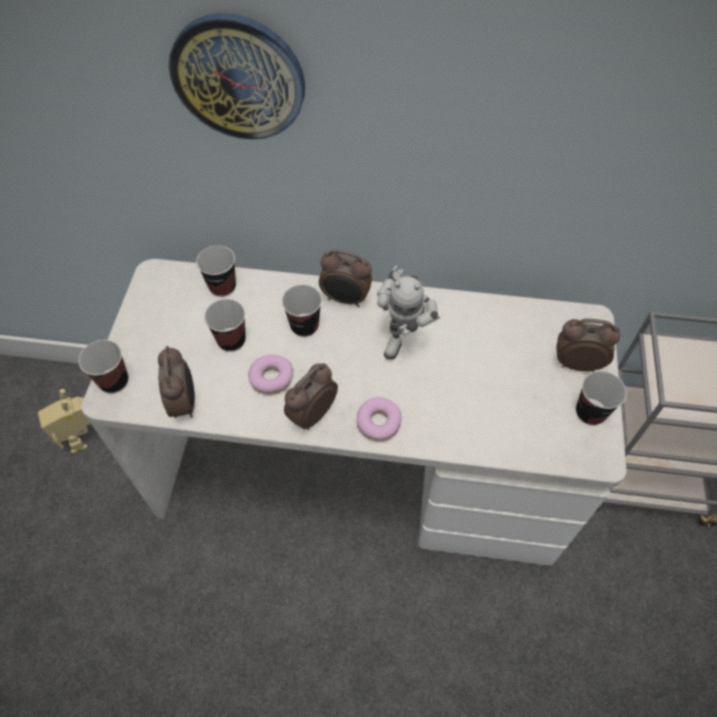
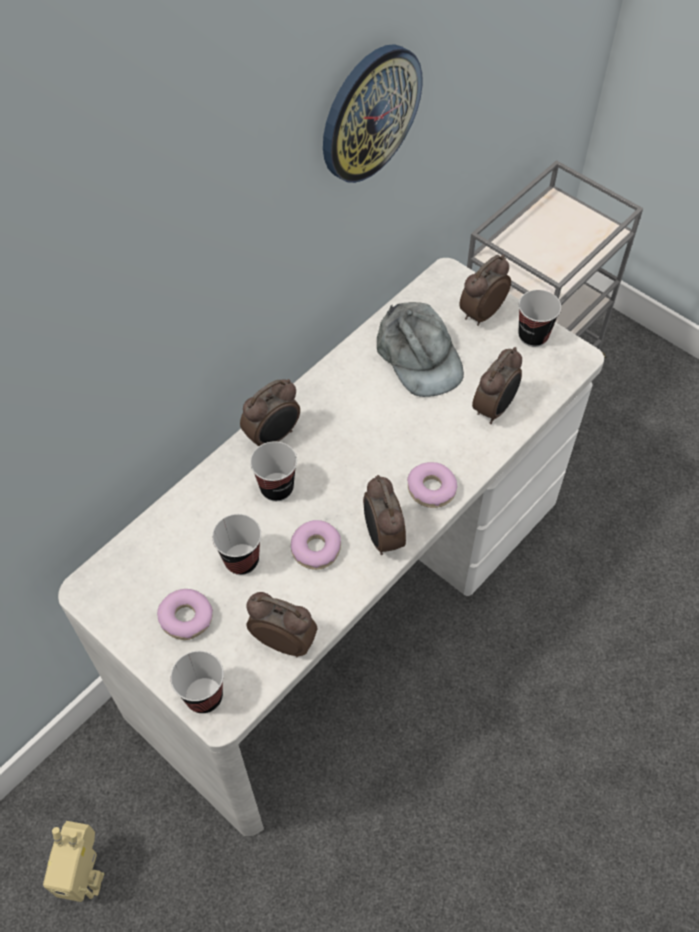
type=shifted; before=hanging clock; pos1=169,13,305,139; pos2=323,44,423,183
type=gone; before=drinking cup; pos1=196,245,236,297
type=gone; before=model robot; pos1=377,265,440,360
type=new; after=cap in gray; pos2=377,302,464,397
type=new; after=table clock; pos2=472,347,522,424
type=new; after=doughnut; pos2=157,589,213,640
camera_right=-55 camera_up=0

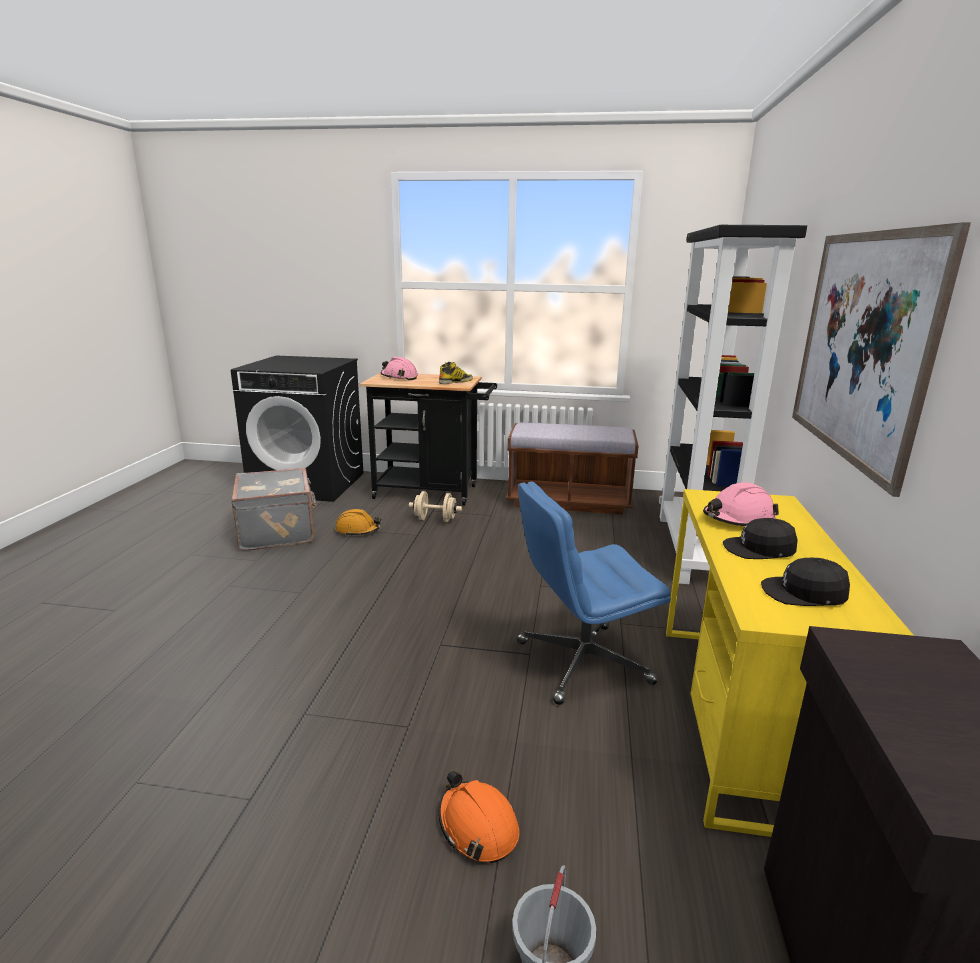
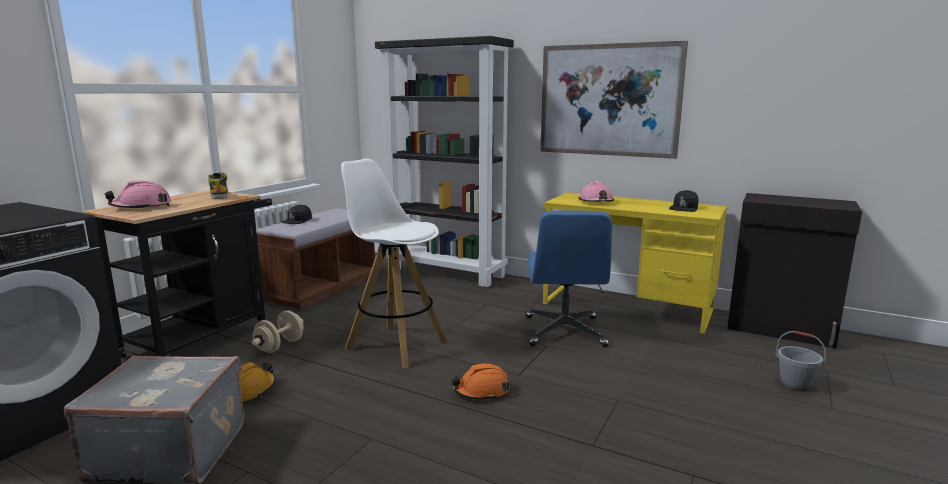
type=shifted; before=cap in black-coloured; pos1=723,518,798,559; pos2=282,205,312,224
type=shifted; before=hard hat in orange-coloured; pos1=438,771,519,863; pos2=451,363,510,401
type=new; after=stool in whitish; pos2=341,159,448,368
camera_right=-70 camera_up=-5

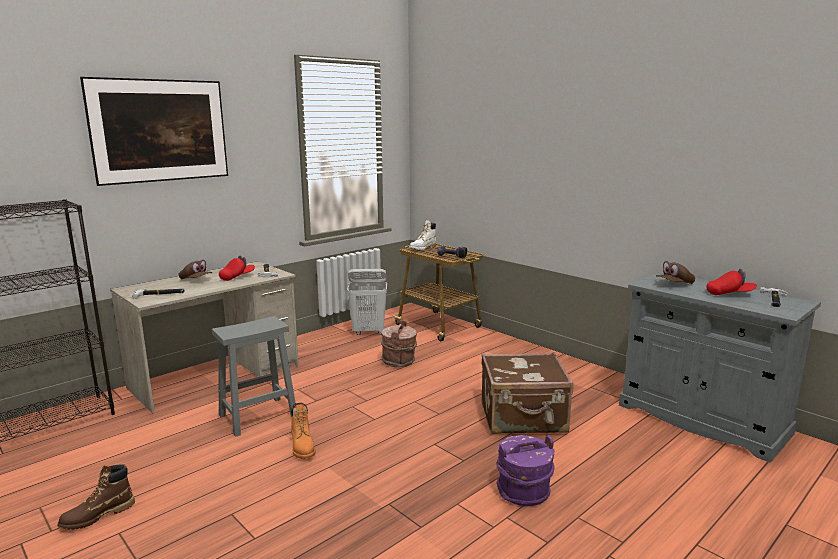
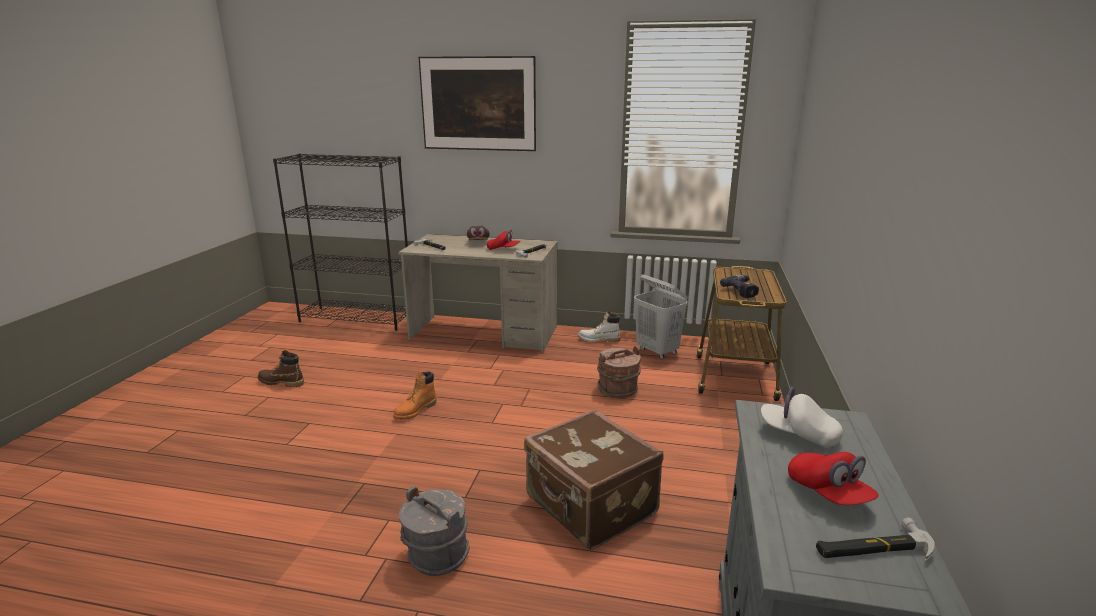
type=shifted; before=boot in whitish; pos1=409,220,436,250; pos2=578,311,620,343
type=repainted; before=cap in brownish; after=cap in whitish; pos1=656,261,695,284; pos2=761,387,843,448
type=gone; before=stool in gray; pos1=212,316,296,437
type=repainted; before=pail in purple; after=pail in gray; pos1=497,435,554,506; pos2=399,486,470,576
camera_right=55 camera_up=5

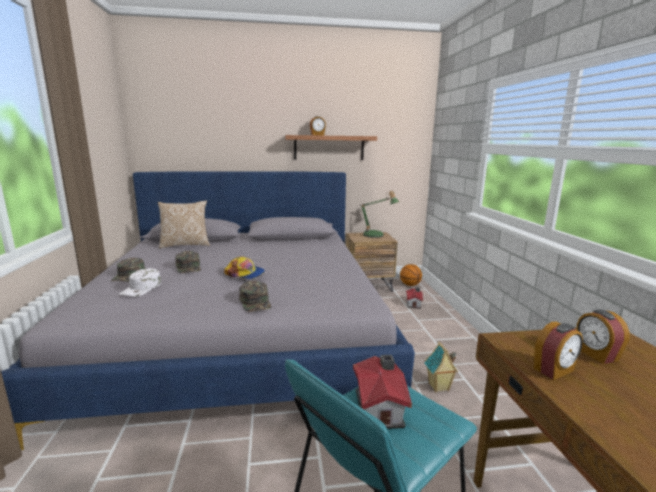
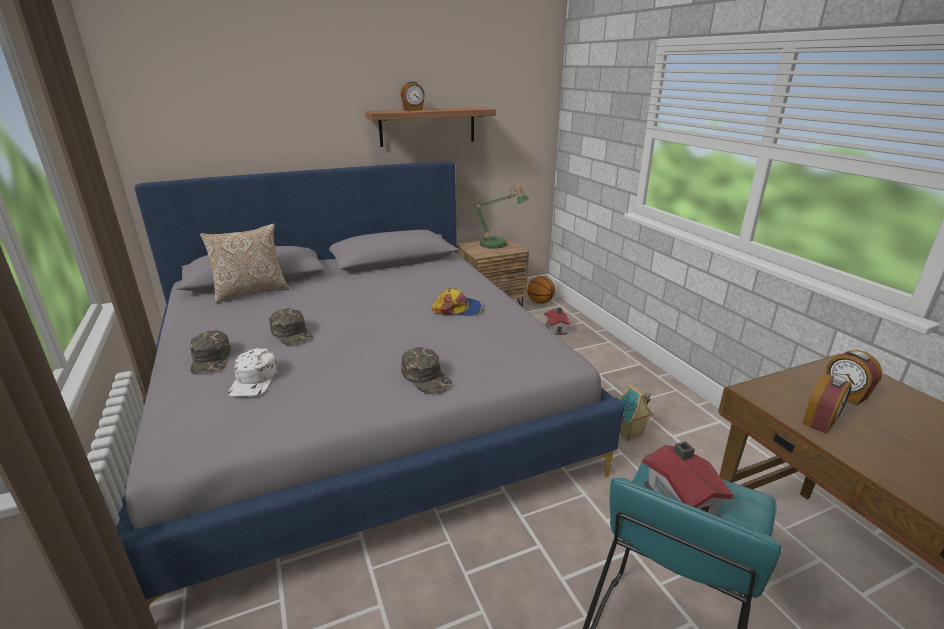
type=shifted; before=cap; pos1=224,256,265,279; pos2=432,288,481,316
camera_right=-15 camera_up=10

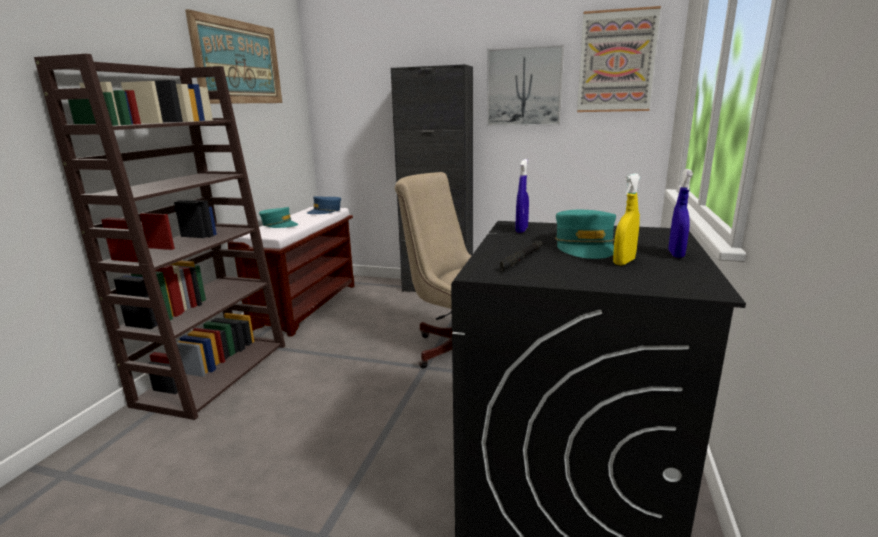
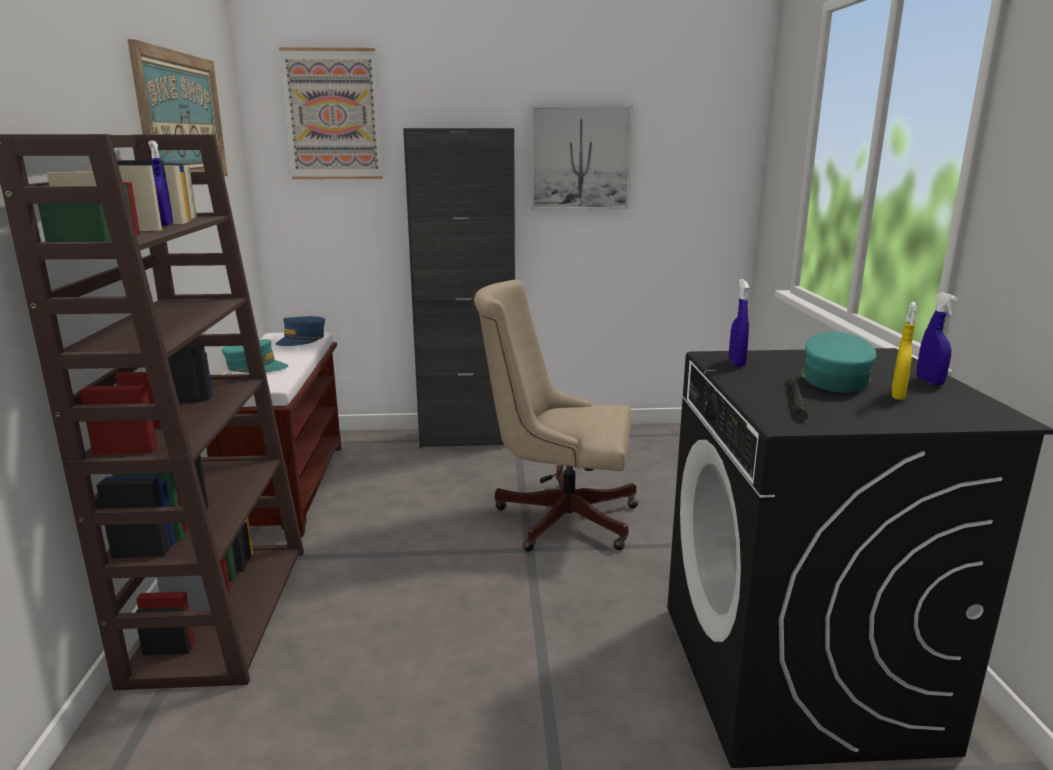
type=shifted; before=wall art; pos1=577,6,661,112; pos2=279,47,383,179
type=rotated; before=cap in turquoise-coloured; pos1=555,210,616,259; pos2=801,331,877,393; turn=-150
type=new; after=sprayer in blue; pos2=148,140,173,226
camera_right=-20 camera_up=0

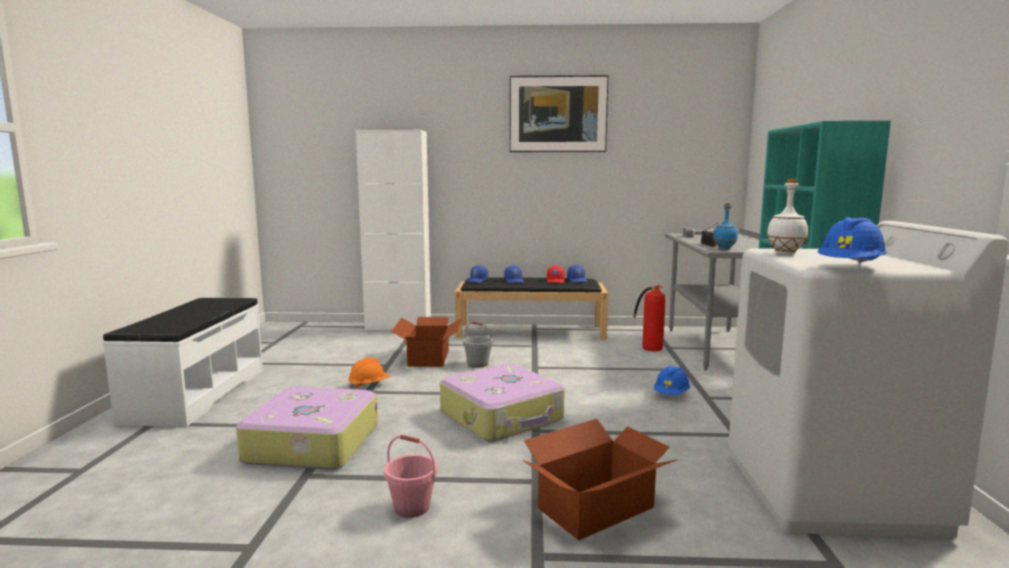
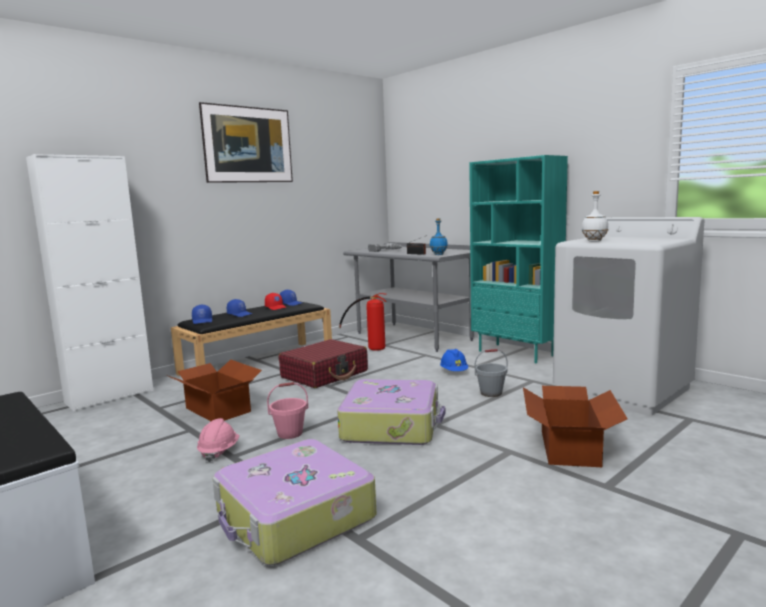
type=gone; before=hard hat in blue; pos1=818,217,887,264
type=shifted; before=pail in gray; pos1=463,322,493,368; pos2=475,349,508,397
type=repainted; before=hard hat in orange-coloured; after=hard hat in pinkish; pos1=348,358,390,389; pos2=197,418,239,462
type=shifted; before=pail in pinkish; pos1=384,435,438,518; pos2=267,382,308,439
type=new; after=suitcase in reddish; pos2=279,339,368,388
camera_right=-45 camera_up=0

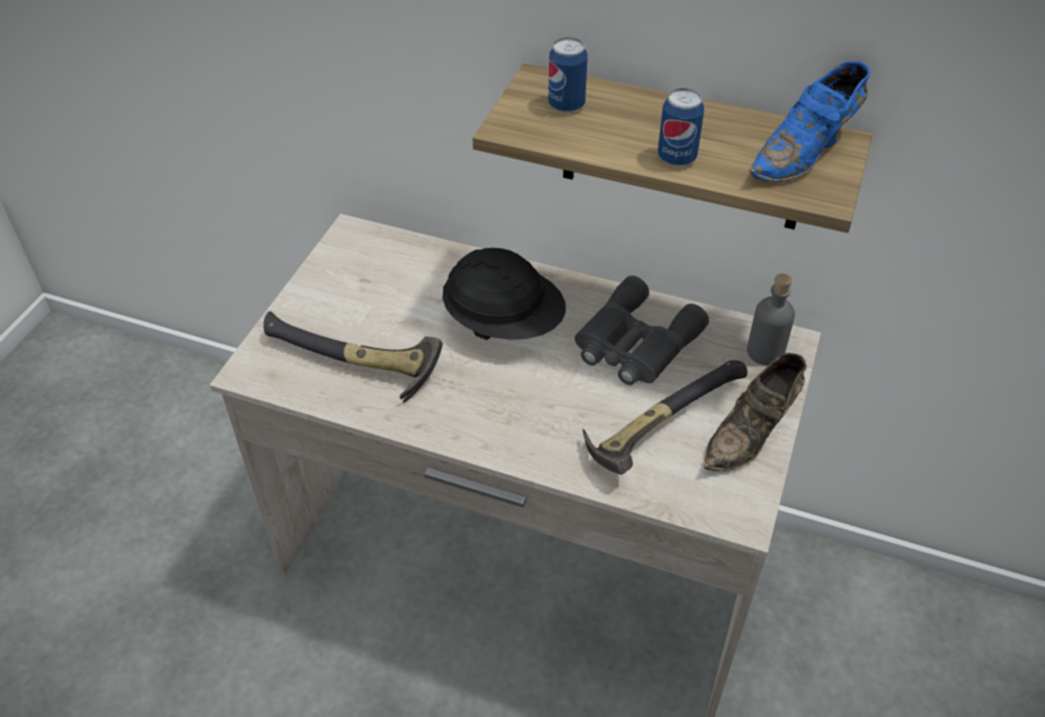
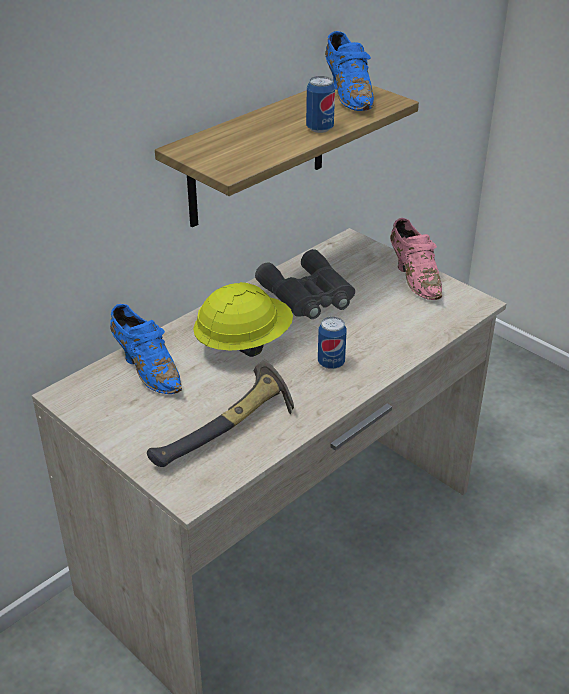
type=shifted; before=metal can; pos1=548,38,588,113; pos2=318,317,347,369
type=repainted; before=hard hat in black-coloured; after=hard hat in yellow-coloured; pos1=442,248,566,340; pos2=193,282,293,357
type=gone; before=beverage bottle in gray; pos1=747,274,795,365
type=repainted; before=item of footwear in brownish; after=item of footwear in pinkish; pos1=704,353,807,471; pos2=390,218,442,300
type=gone; before=hammer; pos1=582,360,748,475
type=new; after=item of footwear in blue; pos2=110,304,182,394
camera_right=-65 camera_up=-10

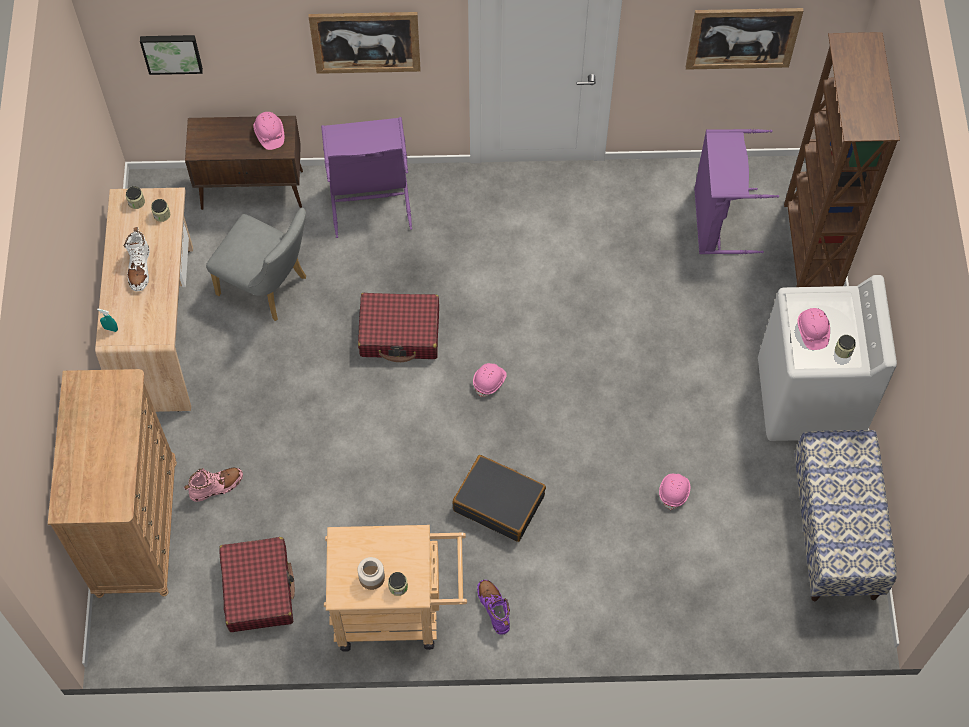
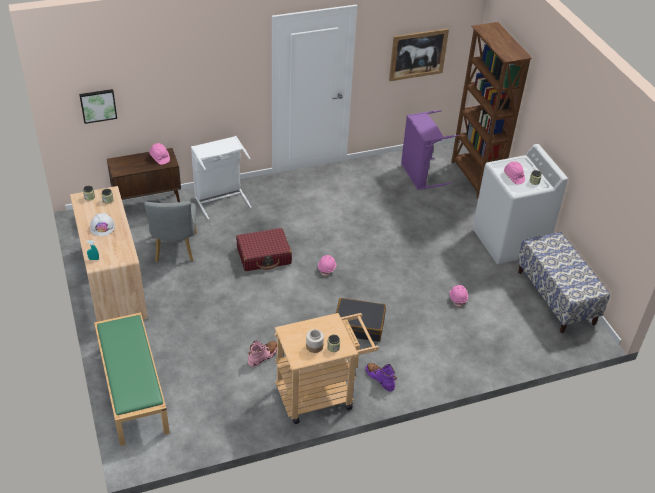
type=gone; before=wall art; pos1=309,12,420,74
type=repainted; before=laundry basket in purple; after=laundry basket in whitish; pos1=321,117,412,238; pos2=191,136,252,219
type=rotated; before=plain chair in gray; pos1=206,208,306,321; pos2=144,201,196,262; turn=75
type=swapped; before=boot in whitish; after=hard hat in whitish; pos1=124,227,150,291; pos2=90,213,115,236
type=swapped; before=dresser in brownish; after=long seat in green-coloured; pos1=48,369,177,598; pos2=94,313,170,446
type=shifted; before=boot in pinkish; pos1=184,467,243,502; pos2=248,340,277,367
type=gone; before=suitcase in reddish; pos1=219,537,295,632
camera_right=-20 camera_up=-20

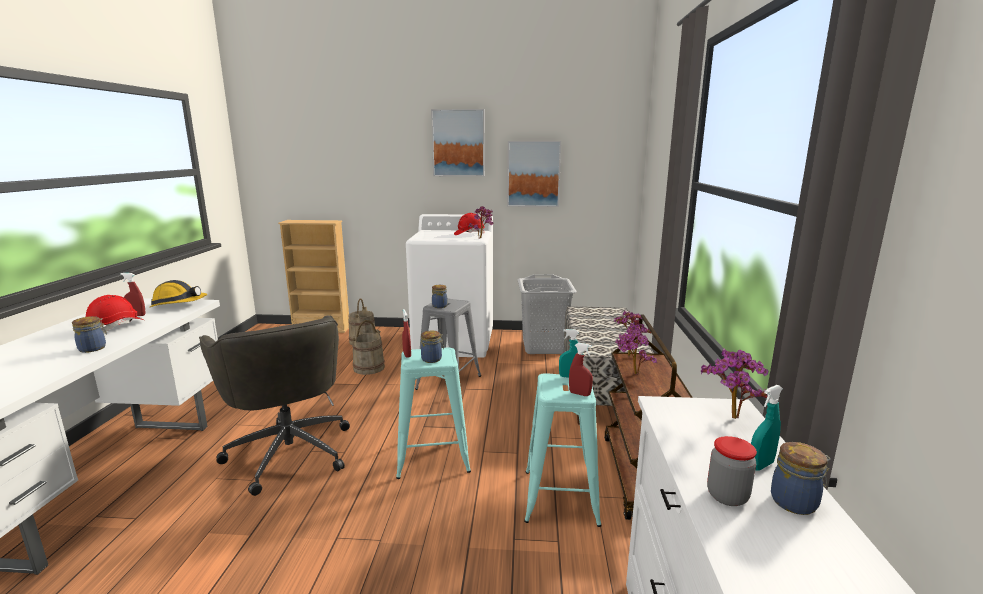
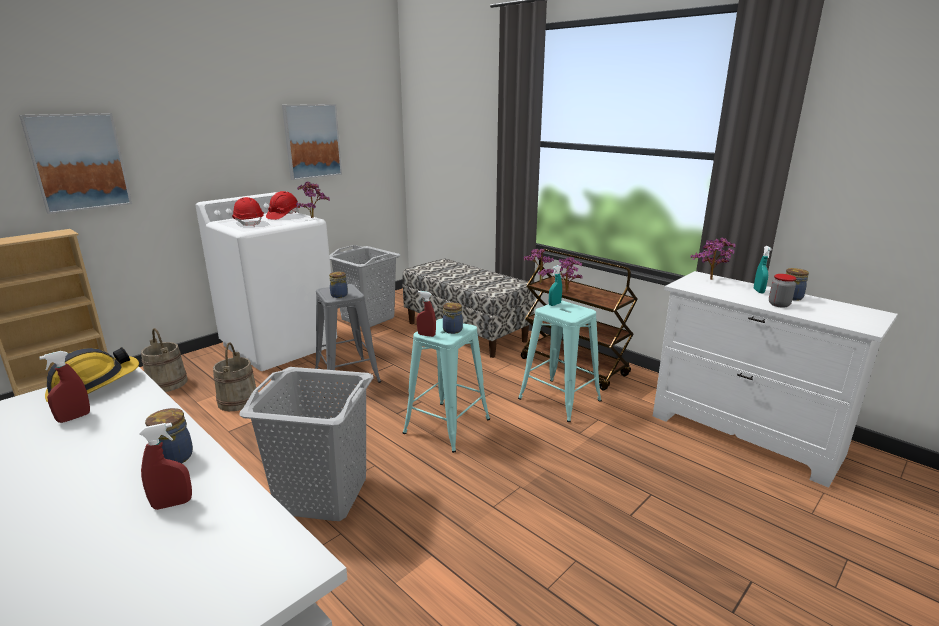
type=shifted; before=wall art; pos1=431,109,485,177; pos2=19,113,132,214
type=shifted; before=hard hat in reddish; pos1=85,295,144,333; pos2=232,197,264,227
type=swapped; before=desk chair in gray; after=laundry basket in gray; pos1=199,315,350,496; pos2=239,367,373,521
type=shifted; before=sprayer in reddish; pos1=569,343,593,396; pos2=139,423,192,510
camera_right=-50 camera_up=5

